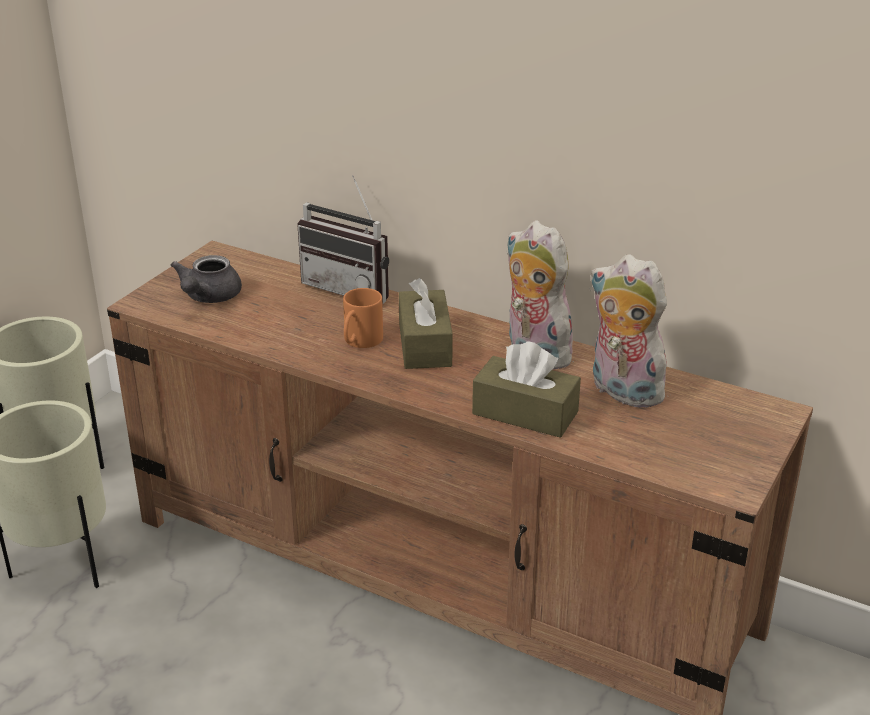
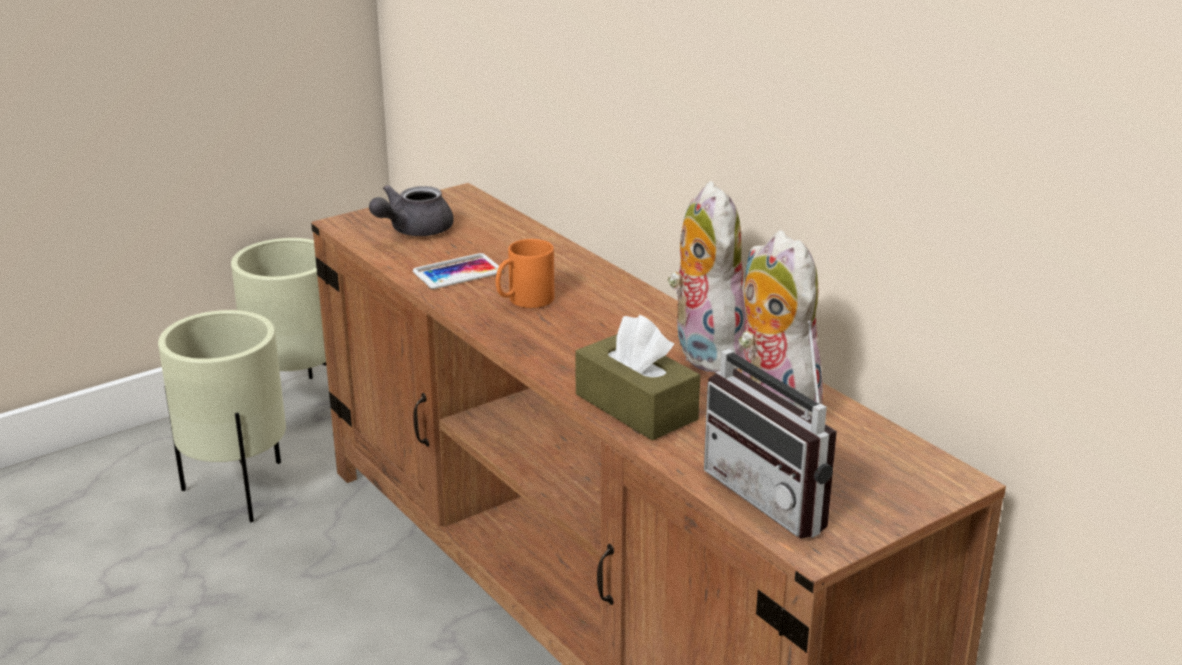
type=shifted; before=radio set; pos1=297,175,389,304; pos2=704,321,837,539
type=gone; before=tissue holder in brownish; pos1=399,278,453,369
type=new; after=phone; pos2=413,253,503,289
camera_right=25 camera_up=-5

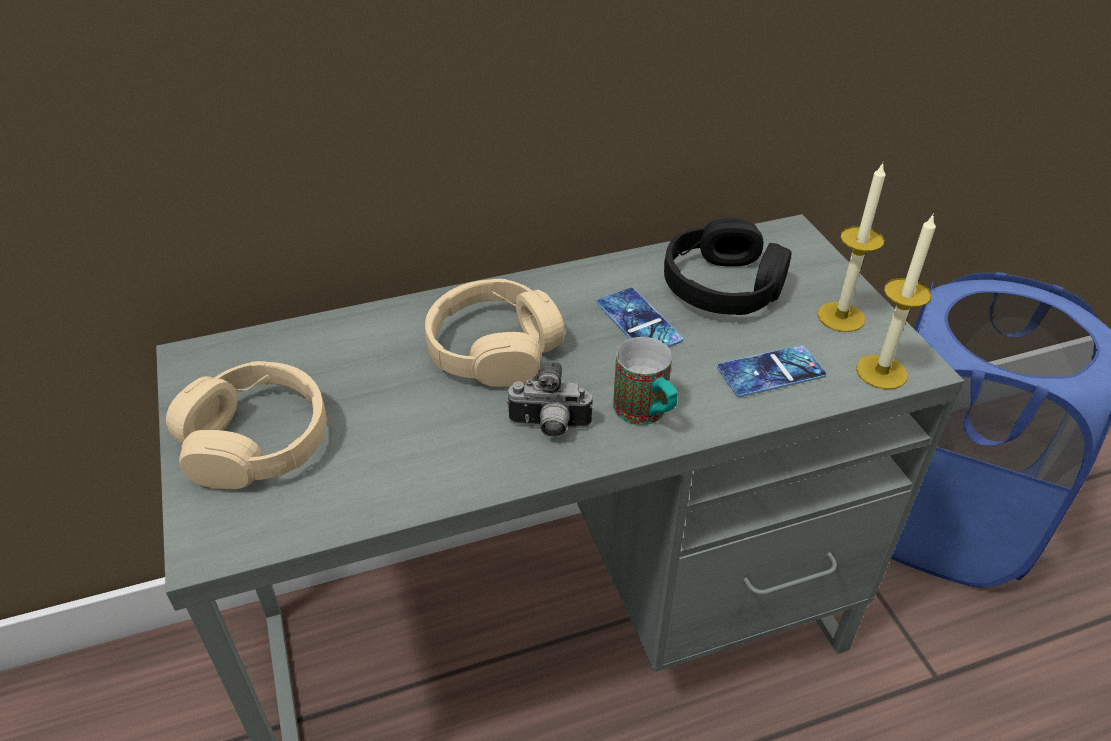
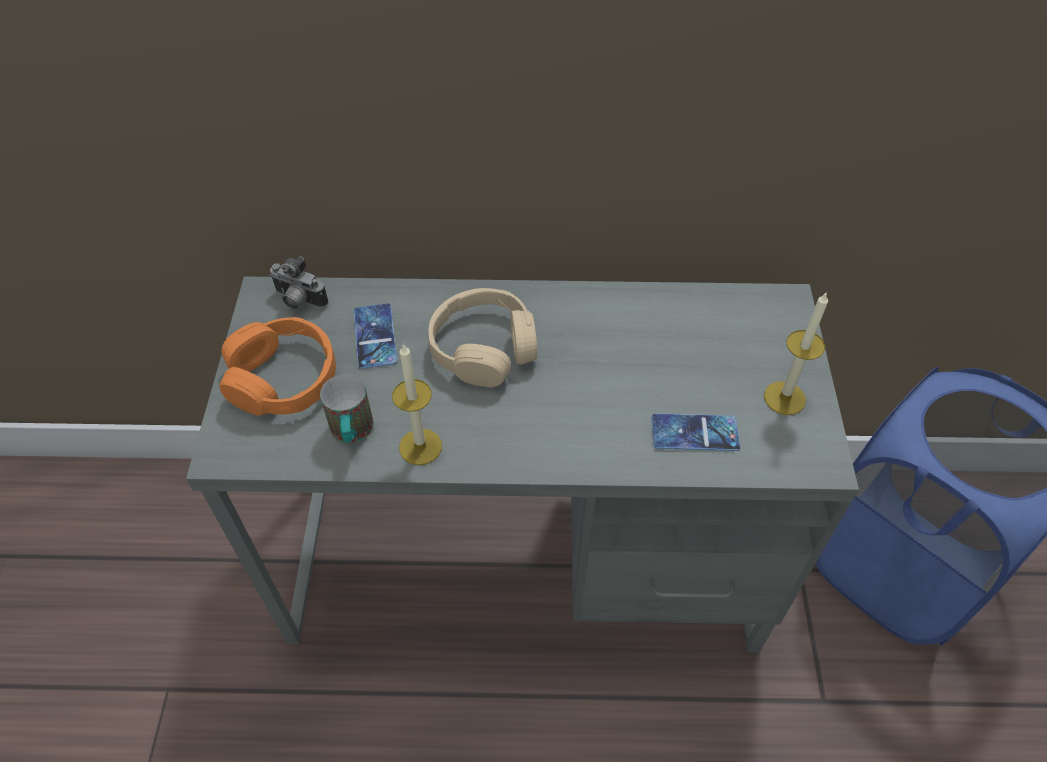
type=shifted; before=candle; pos1=856,213,936,389; pos2=392,344,442,465
type=gone; before=pair of headphones in black-coloured; pos1=664,218,792,315
type=shifted; before=phone; pos1=597,288,683,348; pos2=354,303,397,369
type=shifted; before=tea mug; pos1=613,337,678,425; pos2=320,374,374,443
type=repainted; before=pair of headphones in sand-coloured; after=pair of headphones in orange-coloured; pos1=166,361,327,489; pos2=219,317,336,415
type=shifted; before=still camera; pos1=506,361,593,438; pos2=270,256,328,309
camera_right=20 camera_up=10

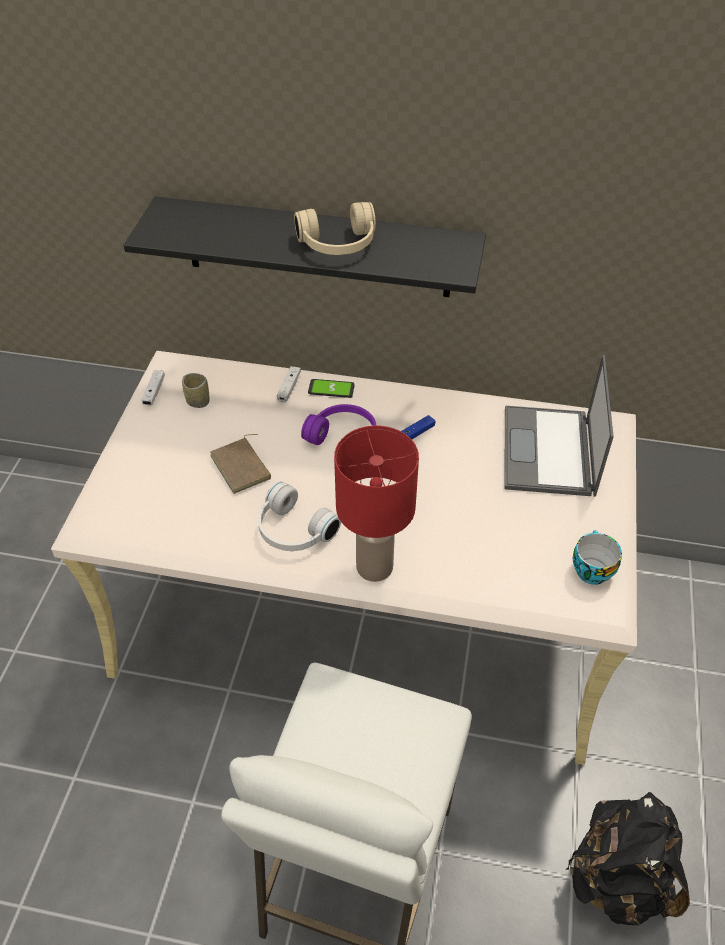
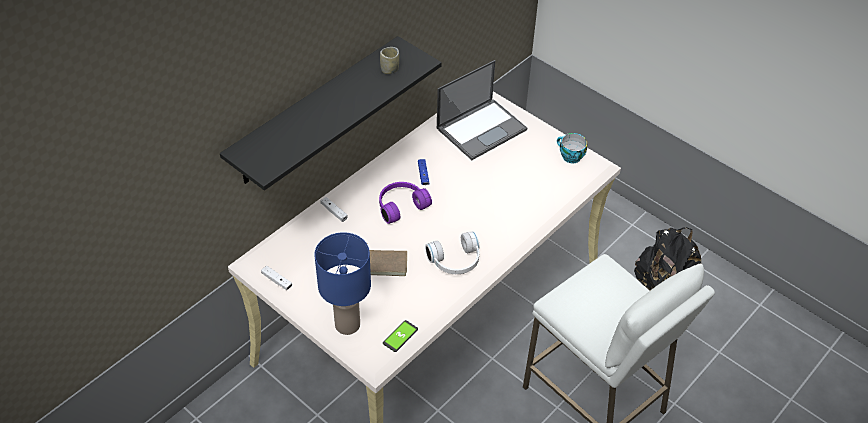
type=gone; before=pair of headphones in sand-coloured; pos1=294,202,376,255
type=rotated; before=laptop; pos1=504,355,614,497; pos2=437,60,527,160; turn=-75
type=shifted; before=drinking cup; pos1=182,373,209,408; pos2=380,47,399,74
type=shifted; before=phone; pos1=308,379,355,398; pos2=383,320,418,352
type=gone; before=lamp for a table in reddish; pos1=334,426,419,582
type=new; after=lamp for a table in blue; pos2=314,232,371,335
camera_right=-60 camera_up=0

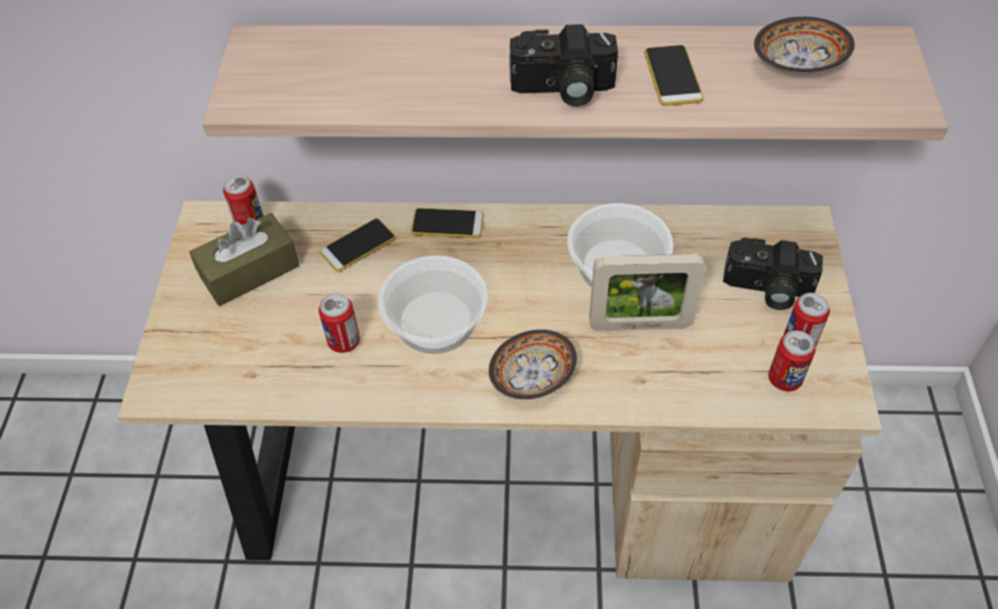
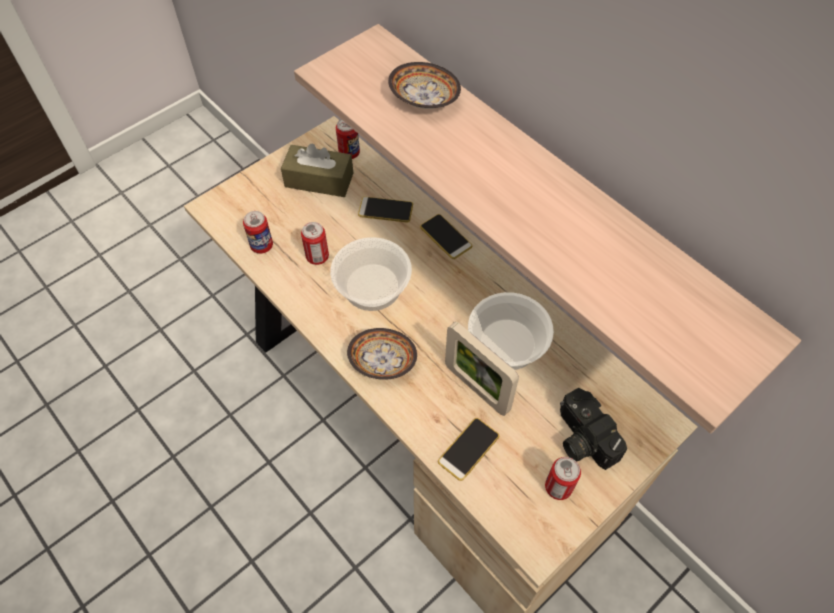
type=shifted; before=serving bowl; pos1=754,17,855,75; pos2=388,62,461,109
type=gone; before=still camera; pos1=509,24,618,106
type=shifted; before=phone; pos1=644,45,704,106; pos2=438,418,499,481
type=shifted; before=metal can; pos1=768,330,816,391; pos2=243,211,273,254
camera_right=45 camera_up=5

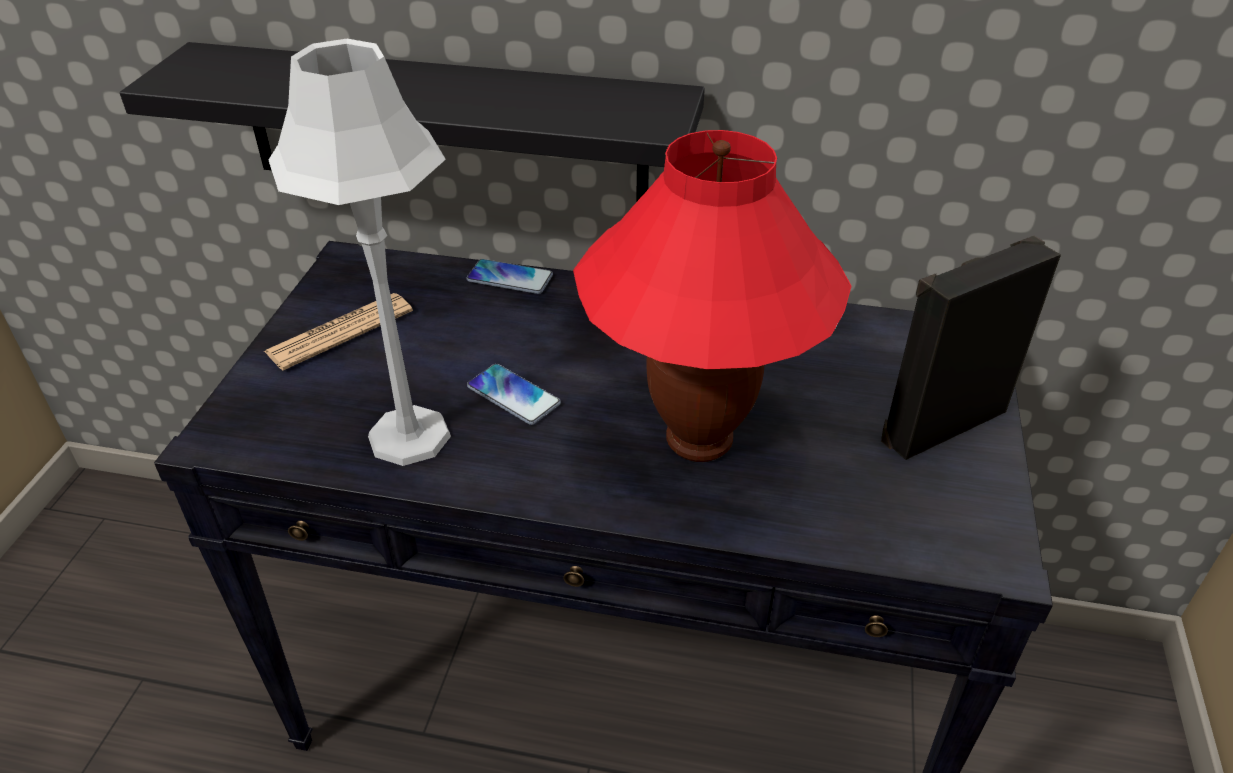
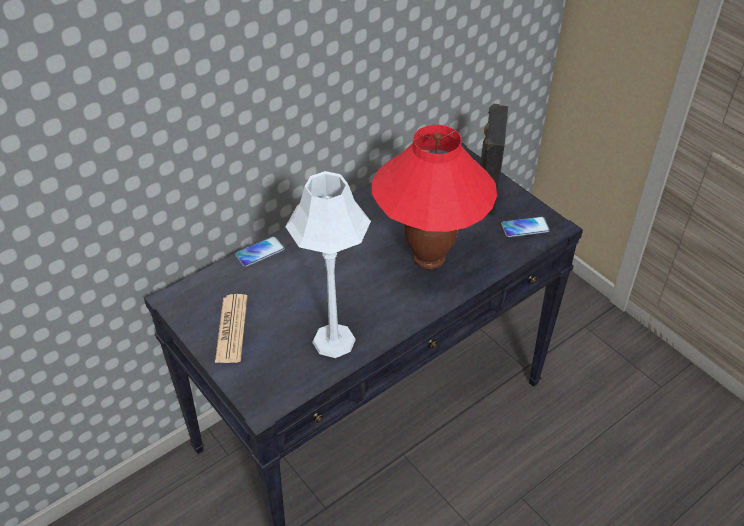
type=gone; before=bracket shelf in black-coloured; pos1=120,42,705,202
type=shifted; before=phone; pos1=467,364,561,425; pos2=501,217,550,237
camera_right=-50 camera_up=5

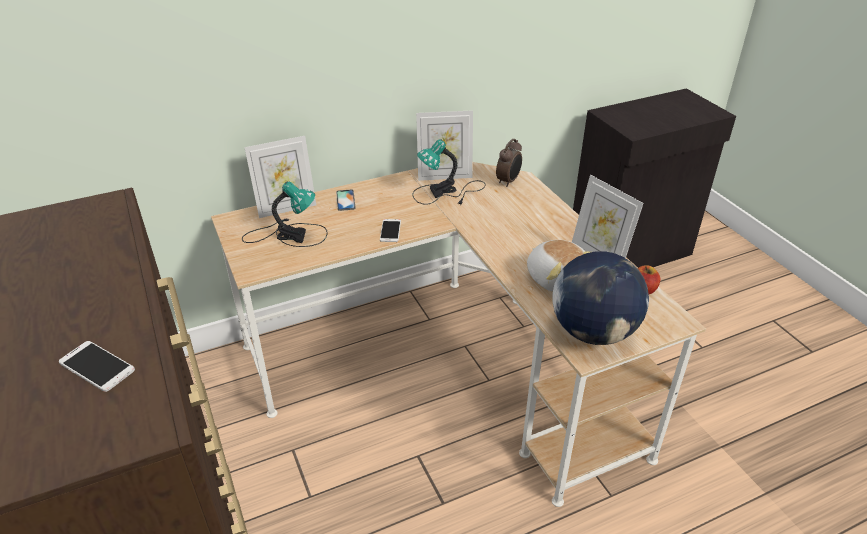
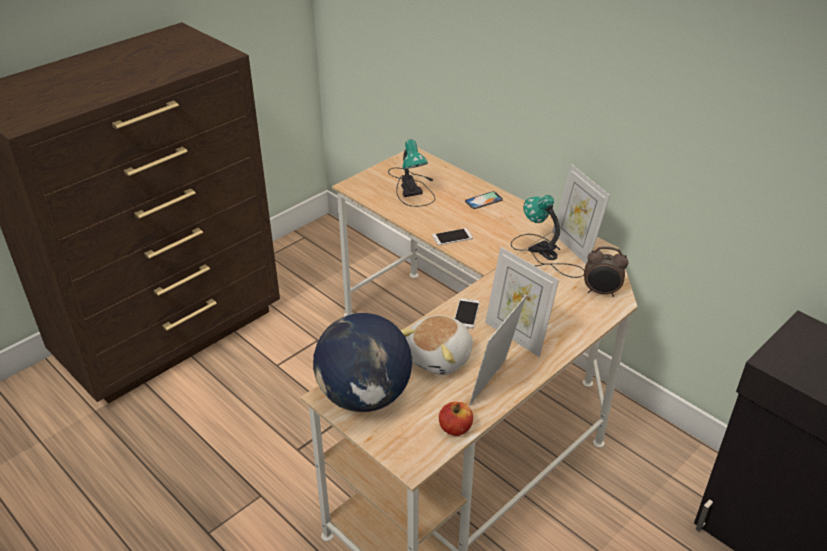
type=shifted; before=standing frame; pos1=244,136,316,218; pos2=485,247,559,357
type=shifted; before=phone; pos1=59,341,135,392; pos2=454,298,480,329
camera_right=70 camera_up=0

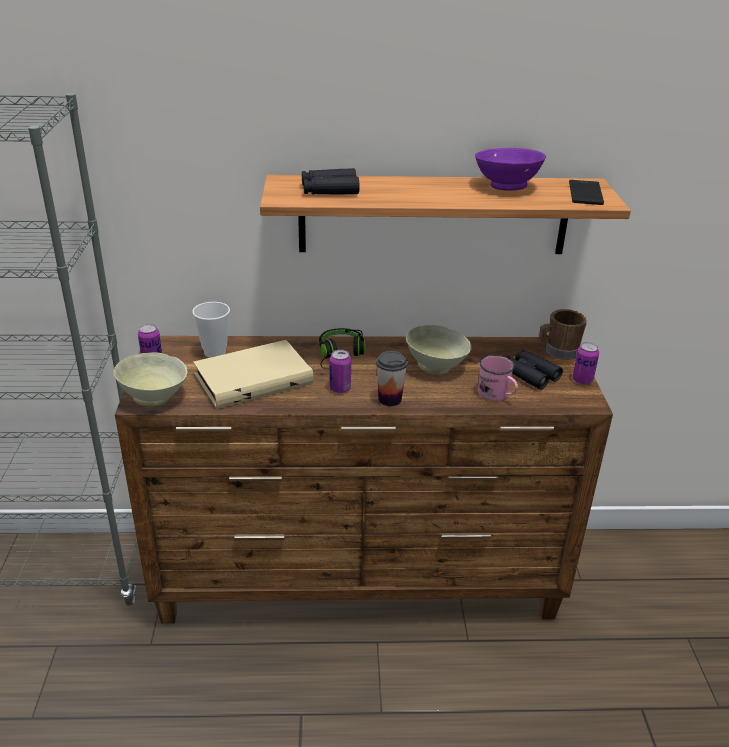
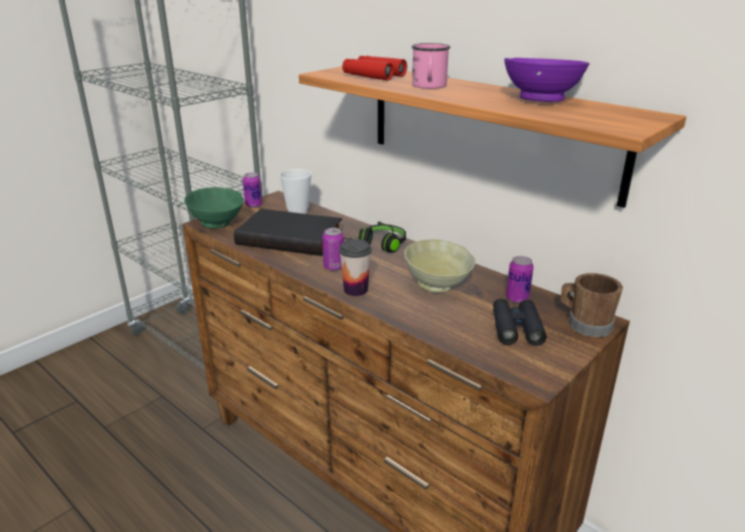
type=repainted; before=pair of binoculars in black-coloured; after=pair of binoculars in reddish; pos1=302,168,359,195; pos2=342,56,407,80
type=gone; before=phone; pos1=569,180,604,205
type=repainted; before=book in sand-coloured; after=book in black-coloured; pos1=193,340,314,409; pos2=234,209,342,256
type=shifted; before=metal can; pos1=572,342,599,385; pos2=506,256,534,303
type=repainted; before=serving bowl in sand-coloured; after=serving bowl in green-coloured; pos1=113,352,187,407; pos2=184,187,244,229
type=shifted; before=tea mug in pinkish; pos1=478,355,518,401; pos2=412,43,450,89
camera_right=45 camera_up=-5

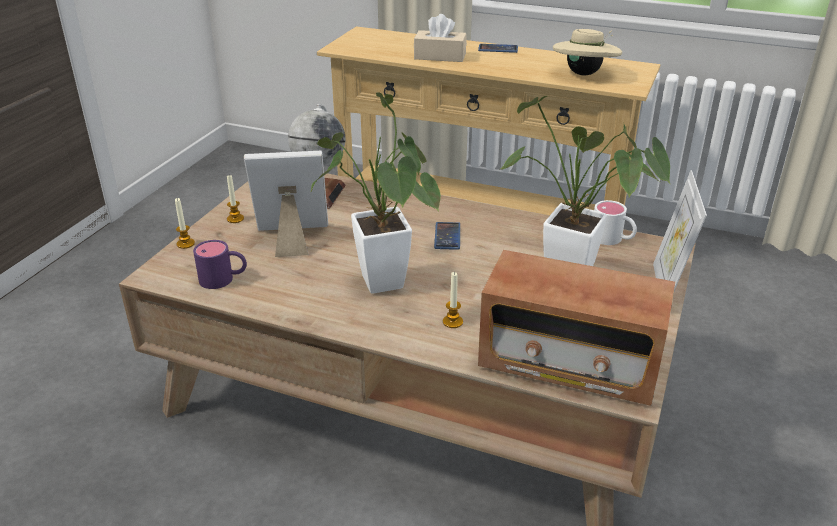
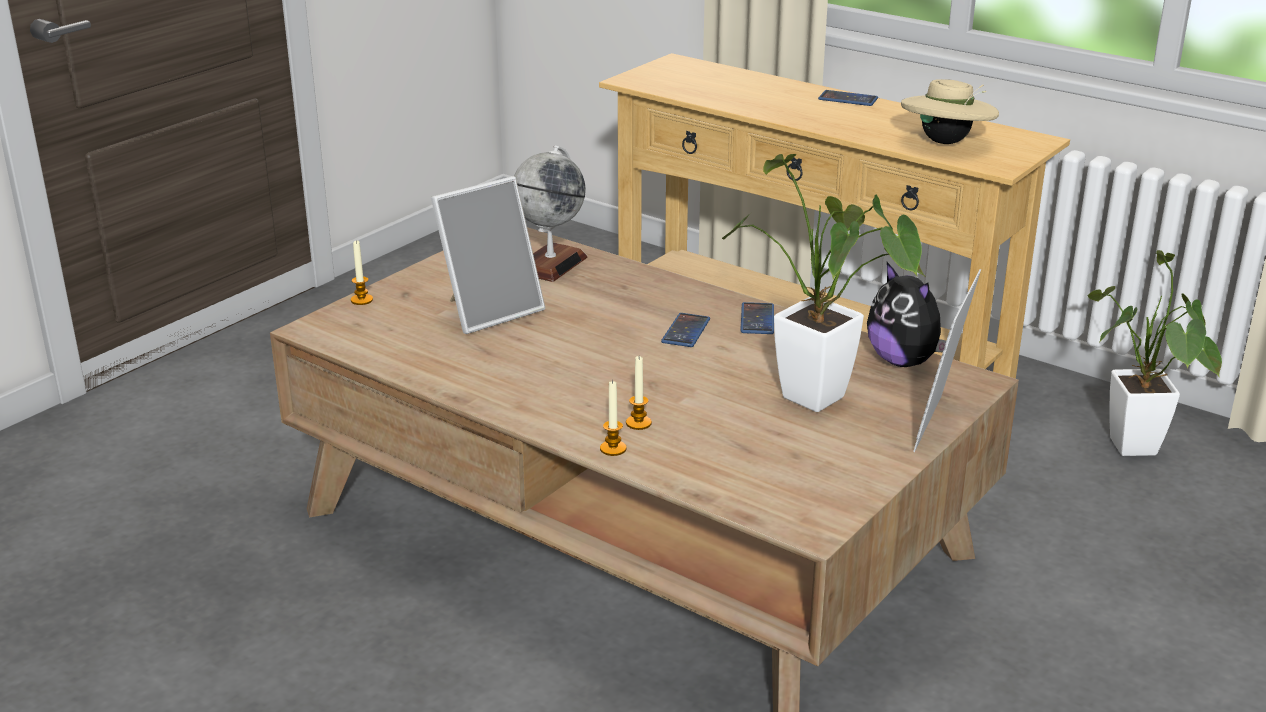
type=gone; before=tissue holder in sand-coloured; pos1=414,14,467,62
type=shifted; before=potted plant; pos1=310,92,441,294; pos2=1088,250,1222,456
type=rotated; before=standing frame; pos1=244,151,328,257; pos2=431,176,545,334; turn=135
type=shifted; before=candle; pos1=227,175,244,223; pos2=600,380,626,456
type=swapped; before=tea mug in whitish; after=soft toy; pos1=594,200,637,245; pos2=867,262,946,367
type=gone; before=tea mug in purple; pos1=193,240,247,289
type=gone; before=radio set; pos1=478,250,675,406
type=new; after=phone; pos2=740,302,774,334
camera_right=15 camera_up=-5

